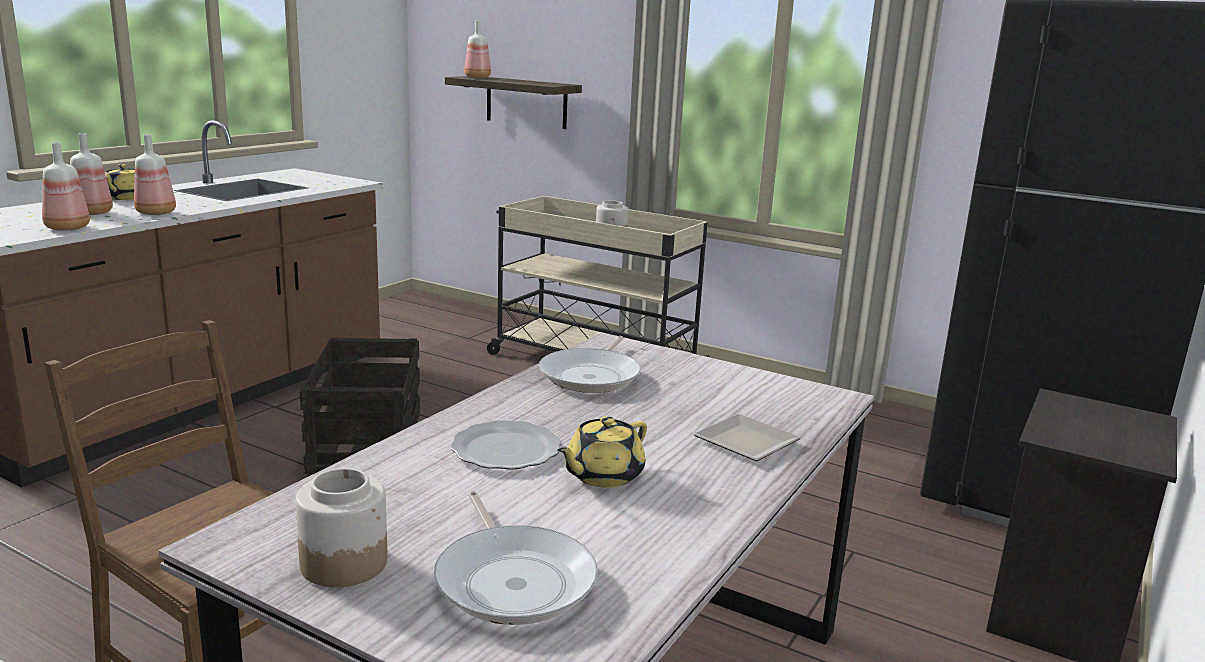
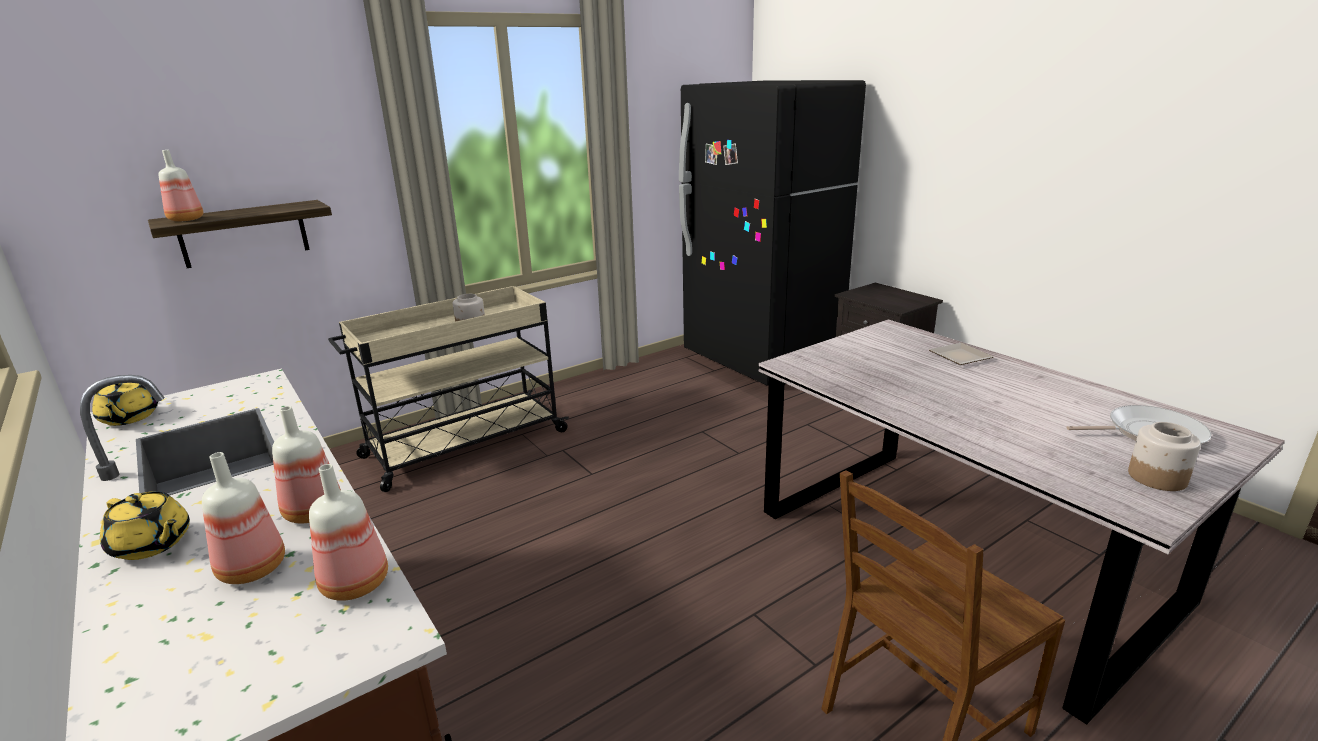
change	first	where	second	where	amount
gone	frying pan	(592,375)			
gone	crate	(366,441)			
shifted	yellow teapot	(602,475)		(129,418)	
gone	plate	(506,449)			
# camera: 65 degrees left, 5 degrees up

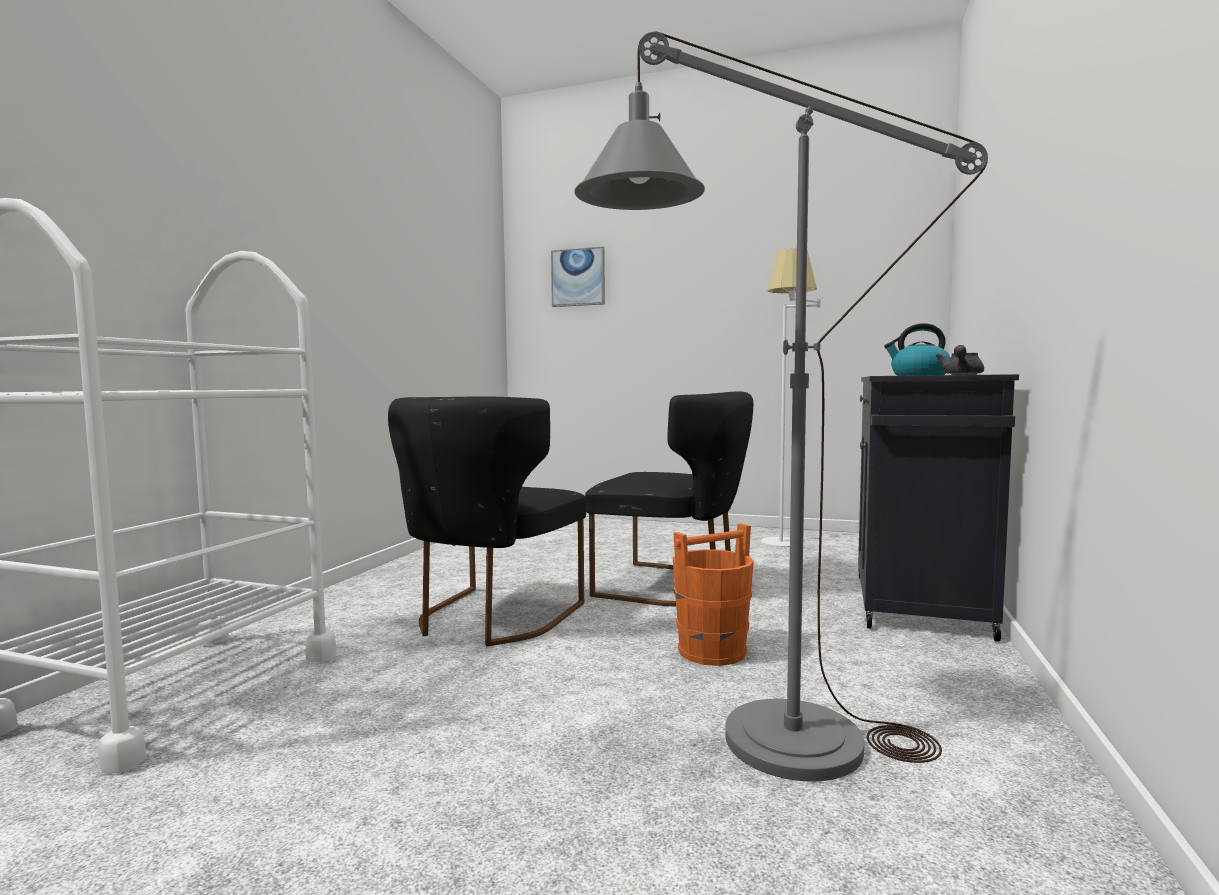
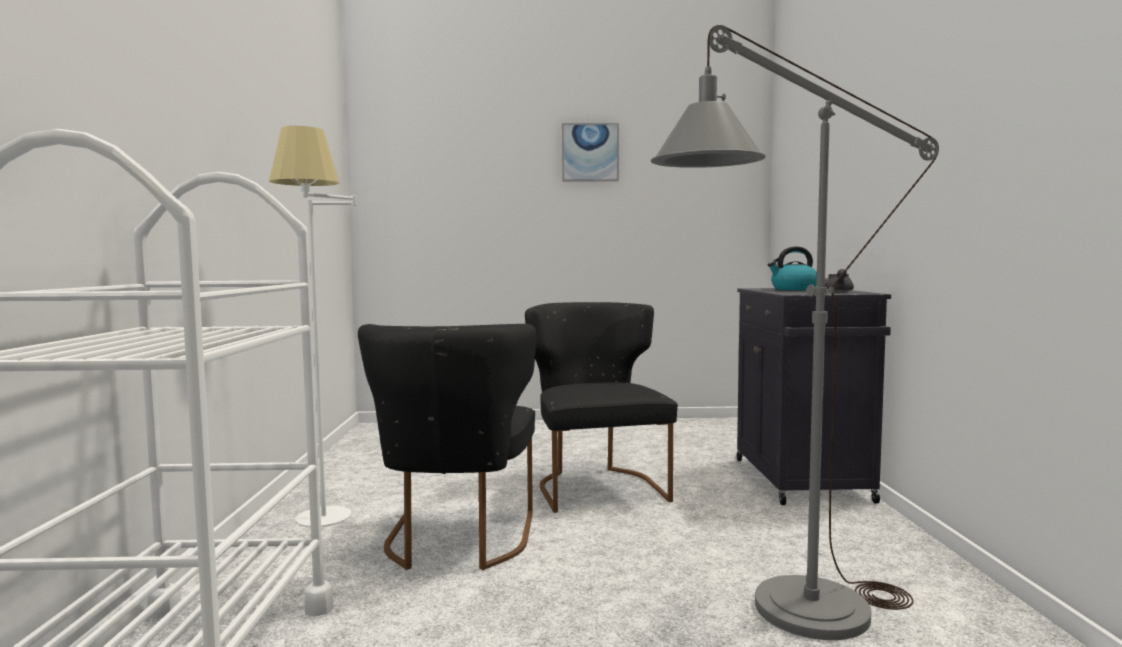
change	first	where	second	where	amount
shifted	picture	(578,277)		(590,152)	
shifted	white floor lamp	(786,546)		(324,526)	
rotated	black chair	(674,586)		(596,486)	105 degrees counterclockwise
gone	orange bucket	(712,651)			
# camera: 20 degrees left, 0 degrees up

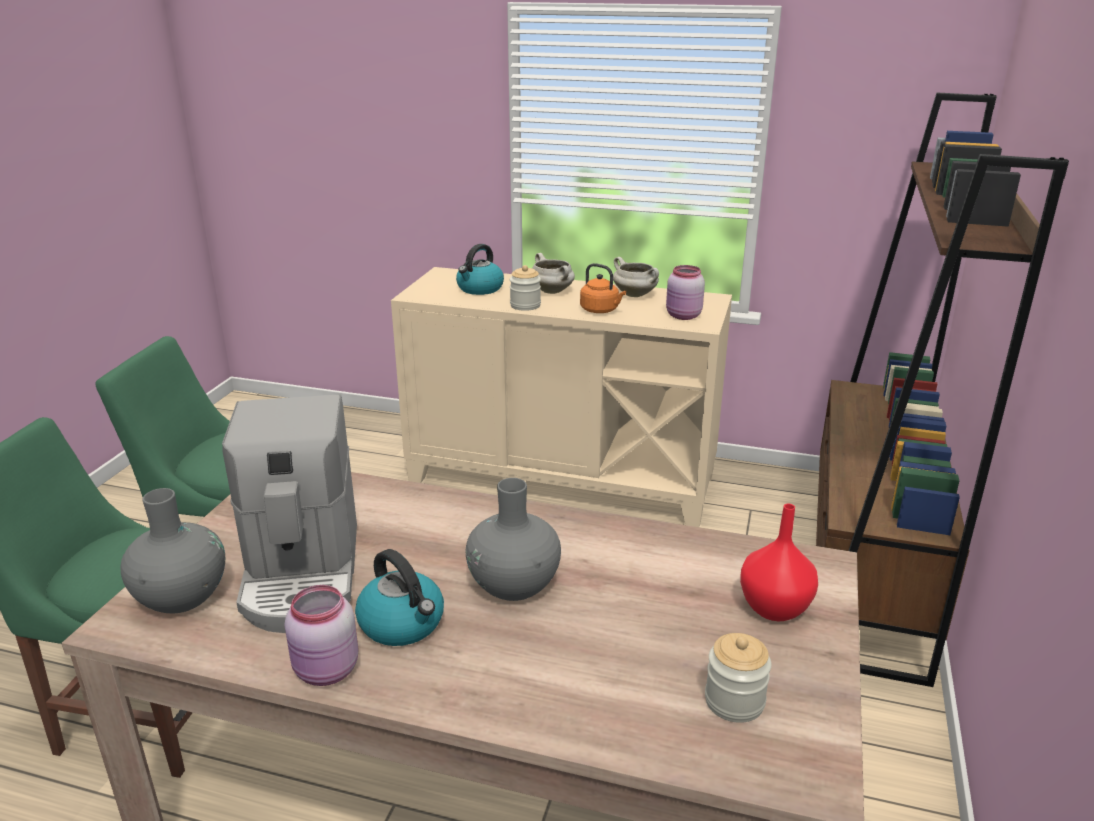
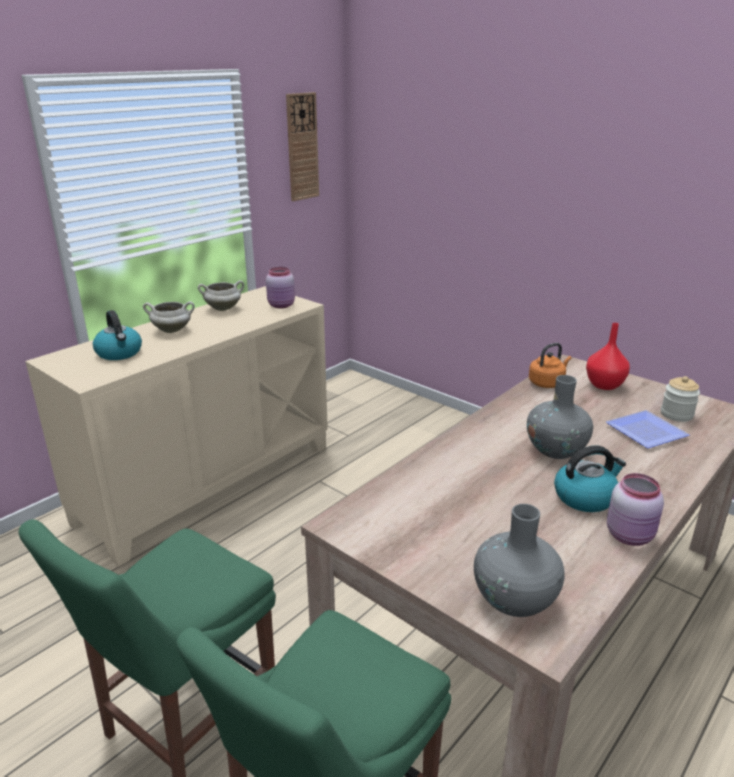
change	first	where	second	where	amount
gone	brown bookcase	(866,570)			
shifted	orange kettle	(601,310)		(547,383)	
gone	jar	(525,305)			
gone	coffee machine	(302,574)			
new			wall clock	(302,147)	
new			plate	(646,430)	
# camera: 65 degrees left, 0 degrees up

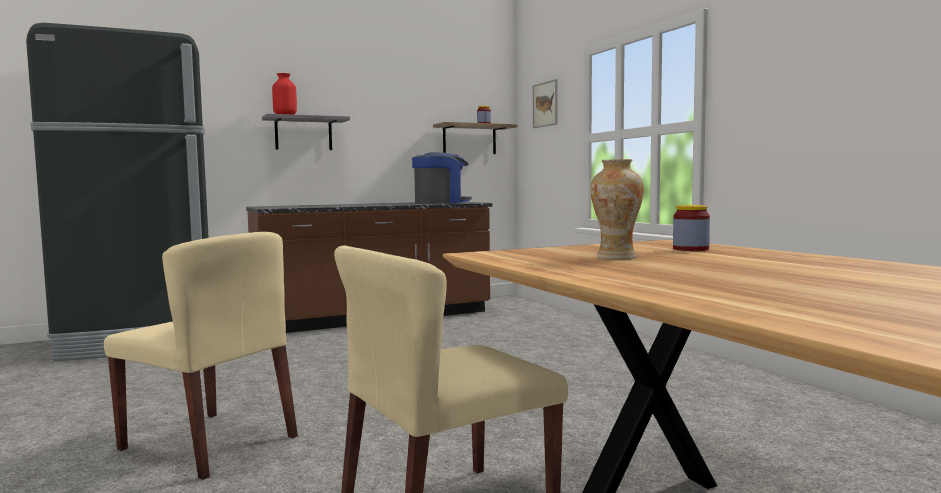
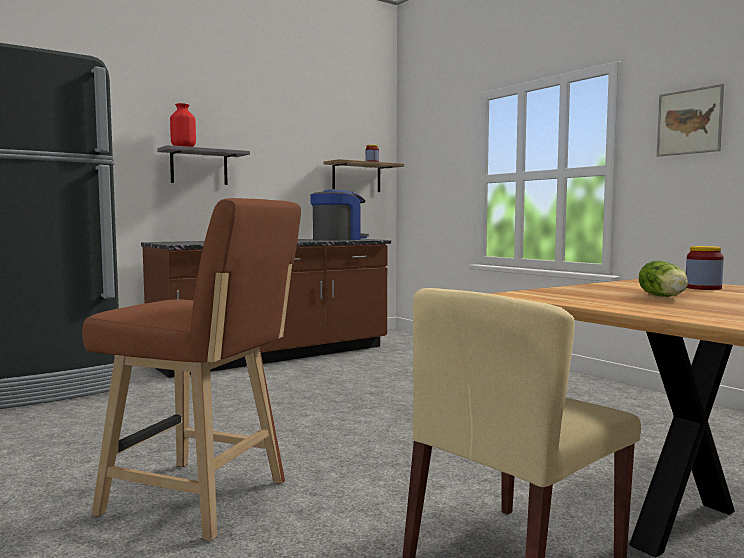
change	first	where	second	where	amount
shifted	picture	(545,104)		(689,122)	
swapped	vase	(616,257)	lettuce	(664,297)	
swapped	beige chair	(210,443)	brown stool	(203,500)	
# camera: 10 degrees left, 0 degrees up

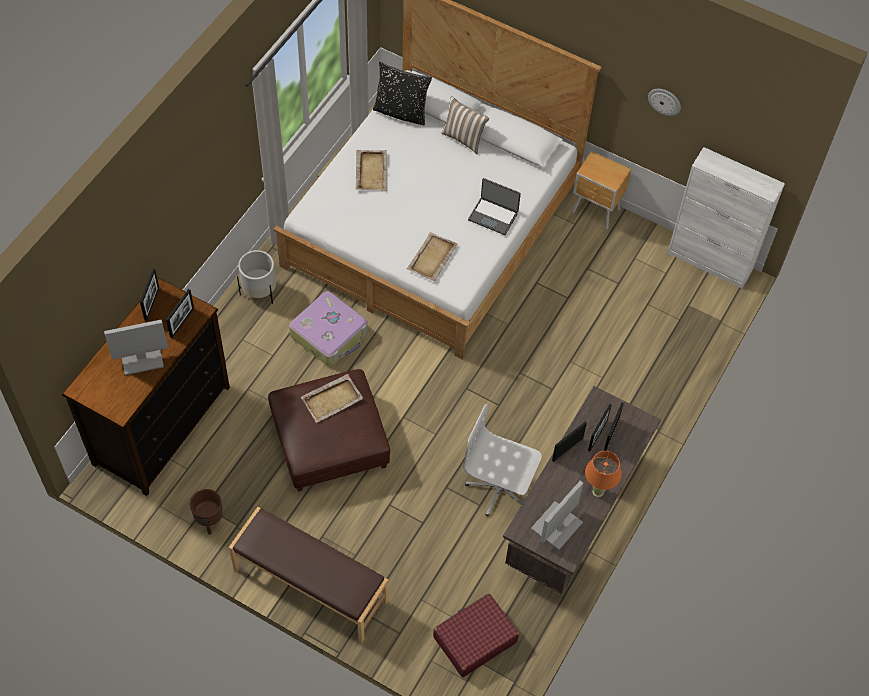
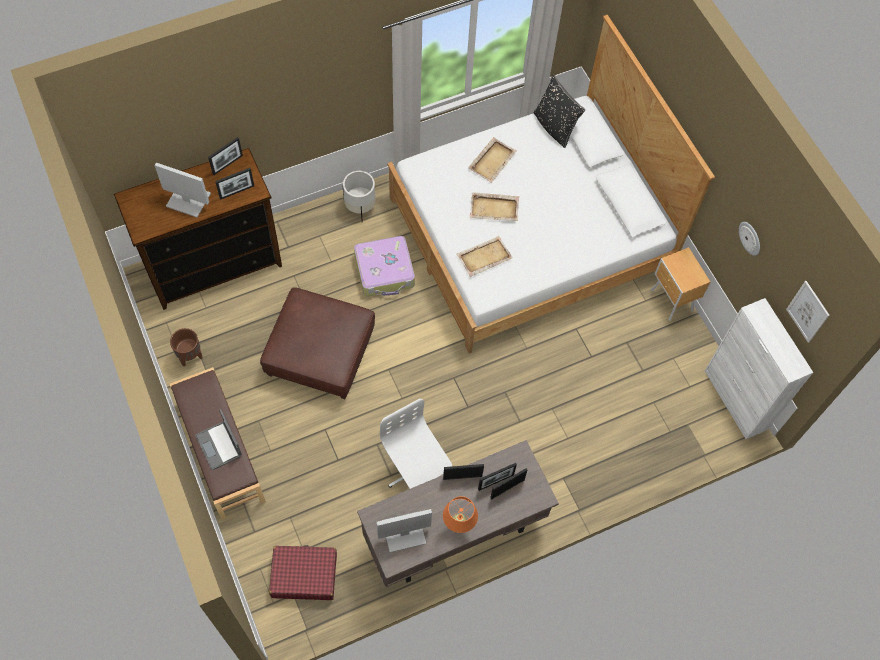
change	first	where	second	where	amount
gone	pillow	(464,138)			
shifted	laptop	(493,216)		(220,445)	
shifted	beige tray	(332,399)		(494,208)	
new			picture	(808,311)	
# camera: 35 degrees right, 5 degrees up

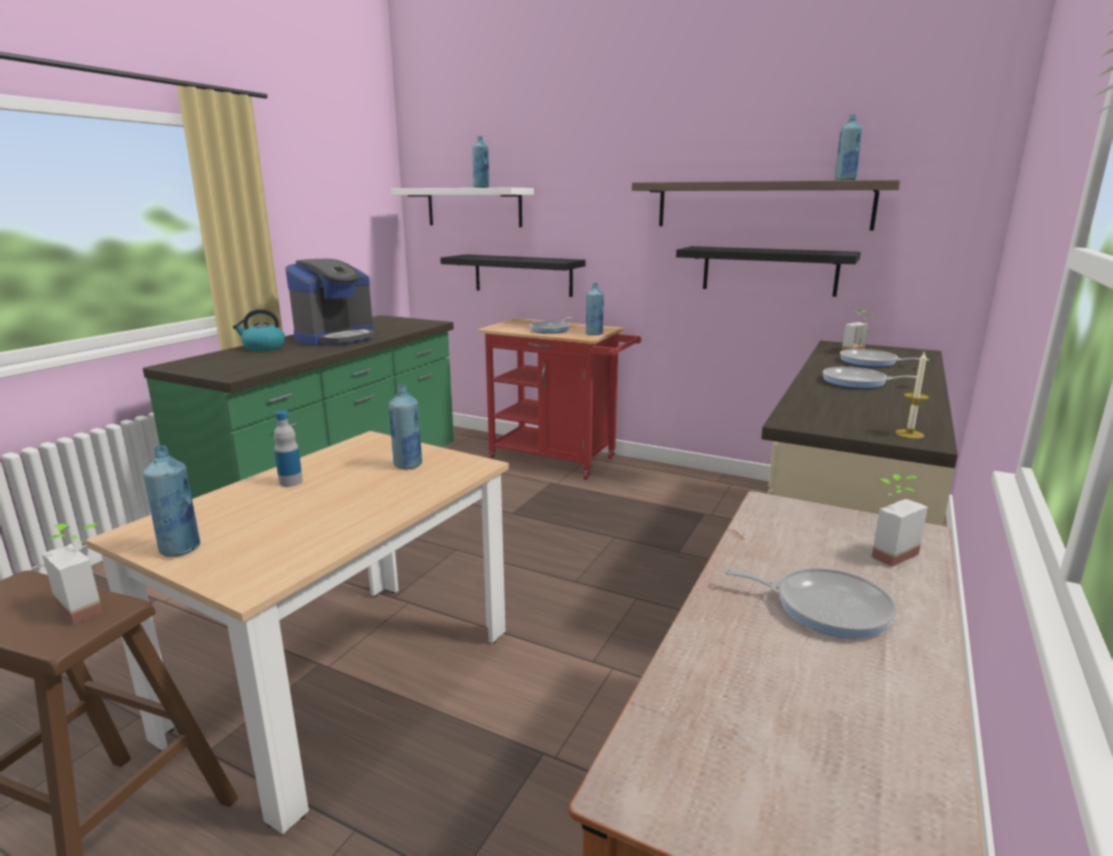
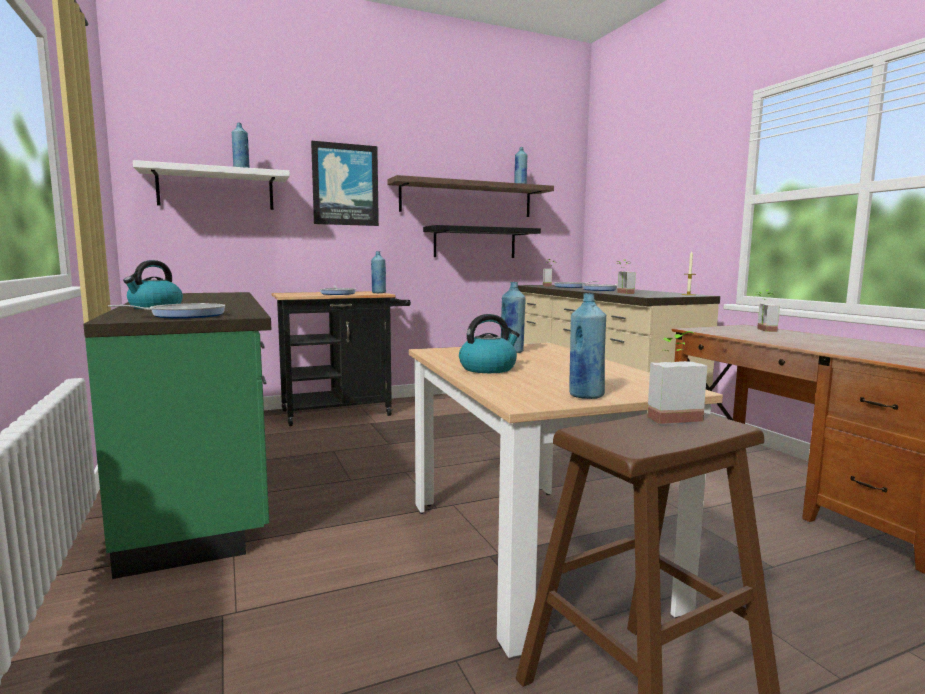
change	first	where	second	where	amount
gone	black shelf	(523,275)			
gone	coffee machine	(336,338)			
repainted	red cart	(559,460)	black cart	(343,412)	
swapped	bottle	(291,482)	kettle	(488,368)	
shifted	frying pan	(825,607)		(183,315)	
new			picture	(345,185)	
new			potted plant	(622,293)	
# camera: 50 degrees left, 10 degrees down

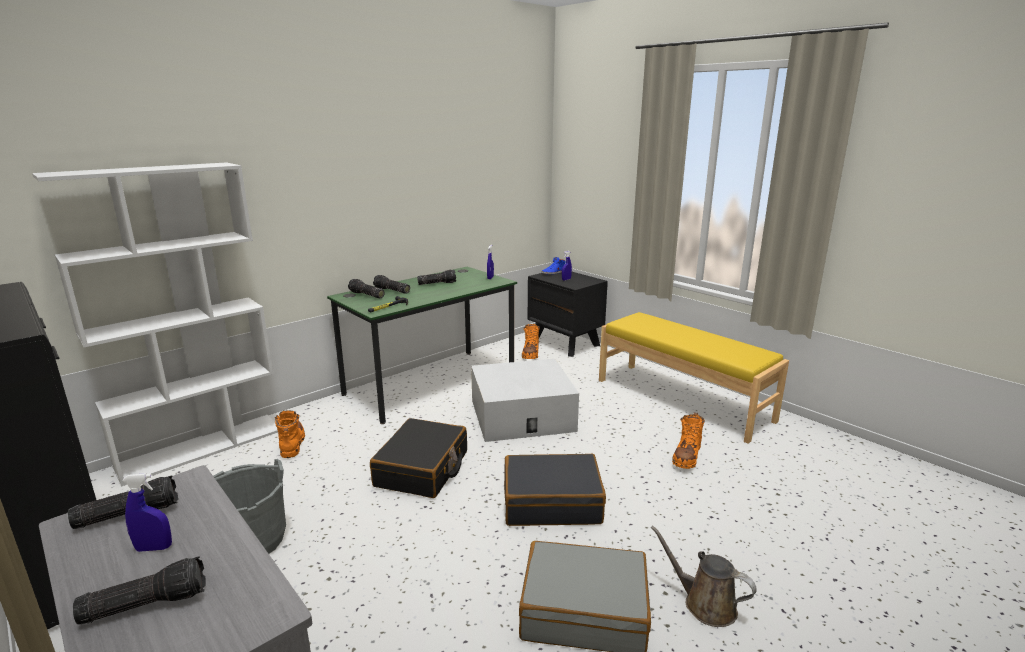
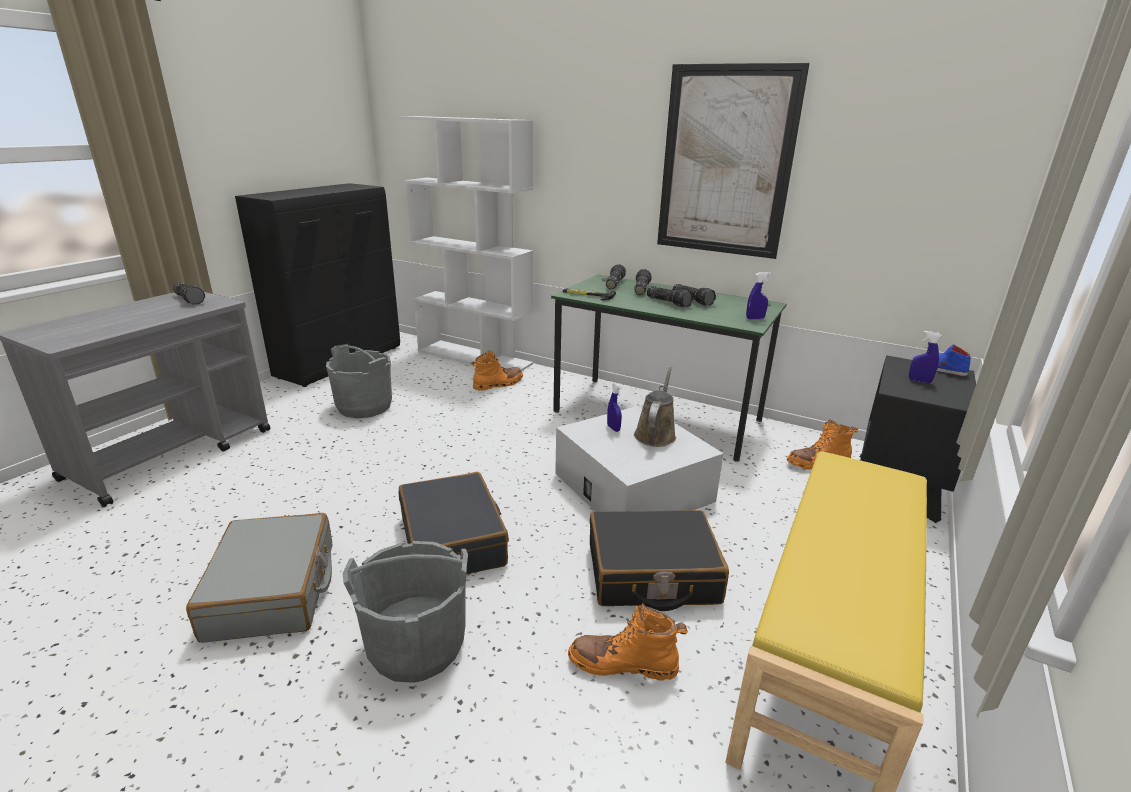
change	first	where	second	where	amount
shifted	black suitcase	(422,469)		(652,574)	
shifted	blue spray bottle	(154,548)		(613,428)	
shifted	brown watering can	(705,604)		(655,434)	
shifted	flashlight	(147,603)		(669,302)	
new			picture	(725,163)	
new			grey bucket	(416,645)	
# camera: 70 degrees right, 5 degrees up

